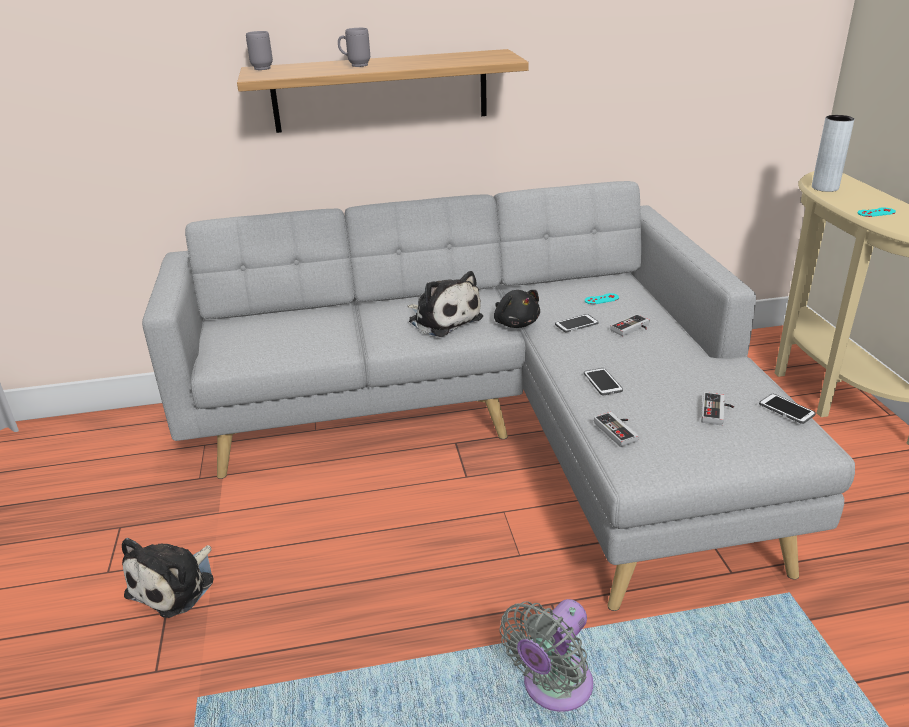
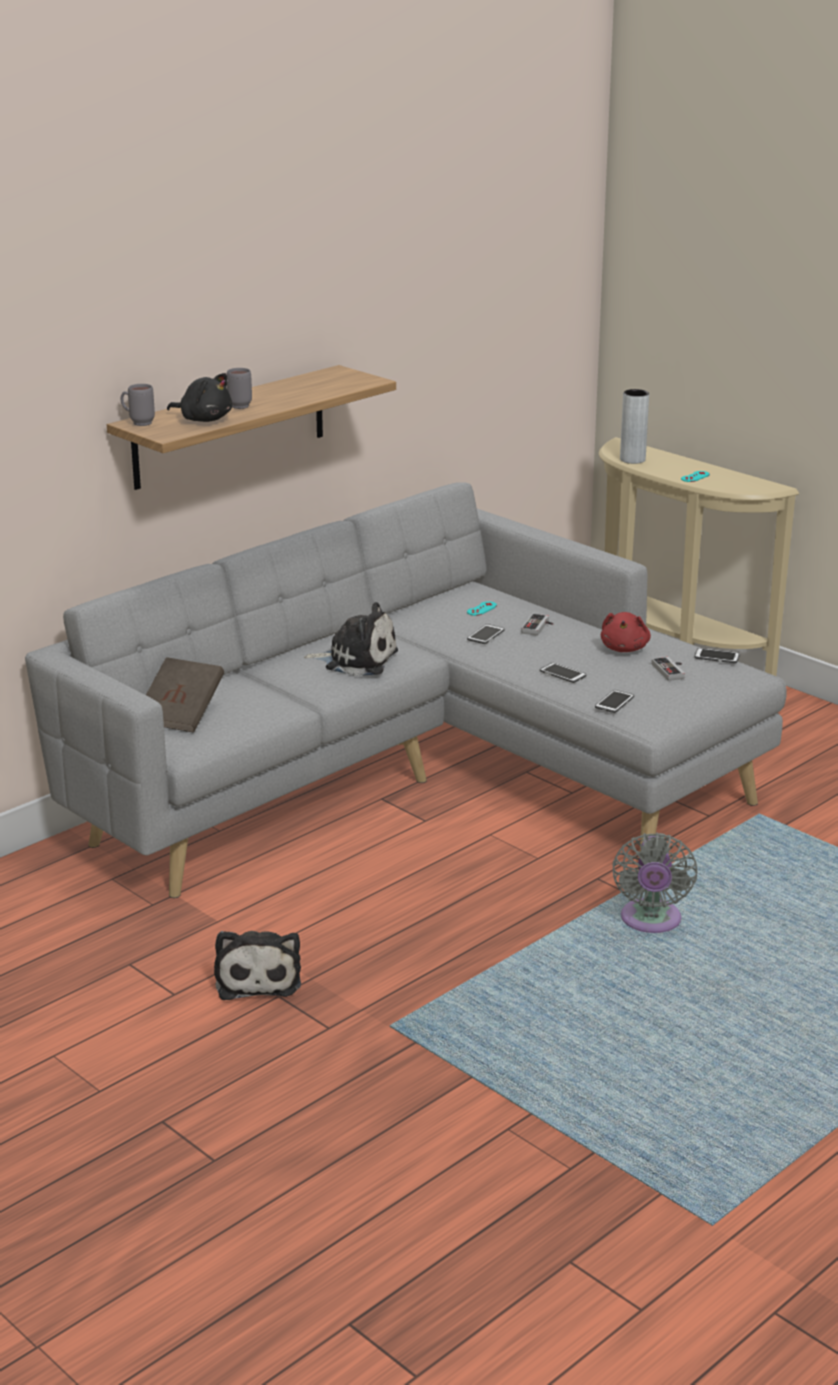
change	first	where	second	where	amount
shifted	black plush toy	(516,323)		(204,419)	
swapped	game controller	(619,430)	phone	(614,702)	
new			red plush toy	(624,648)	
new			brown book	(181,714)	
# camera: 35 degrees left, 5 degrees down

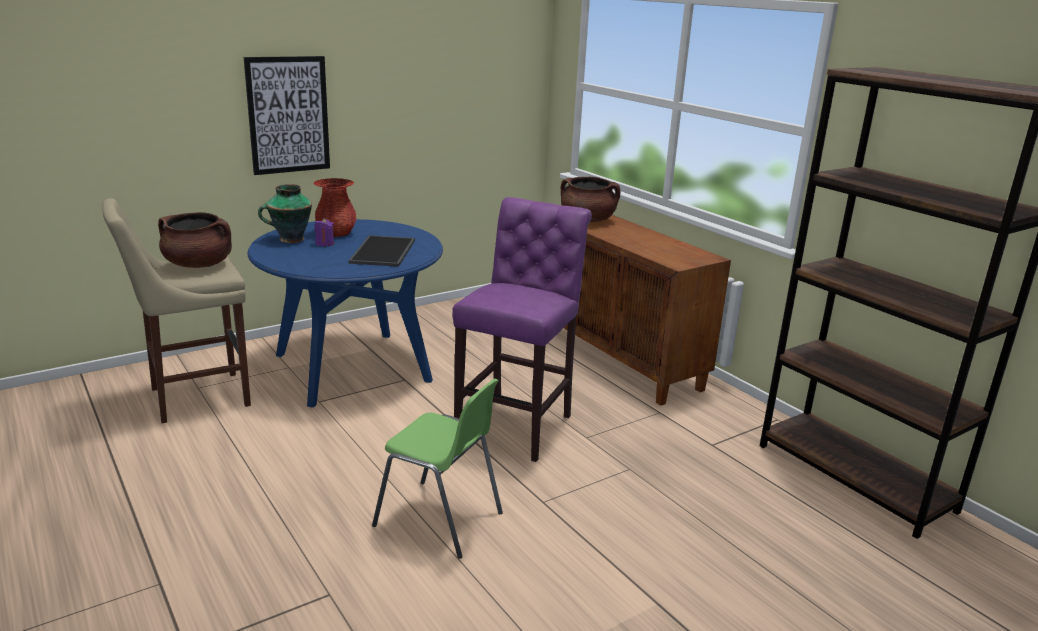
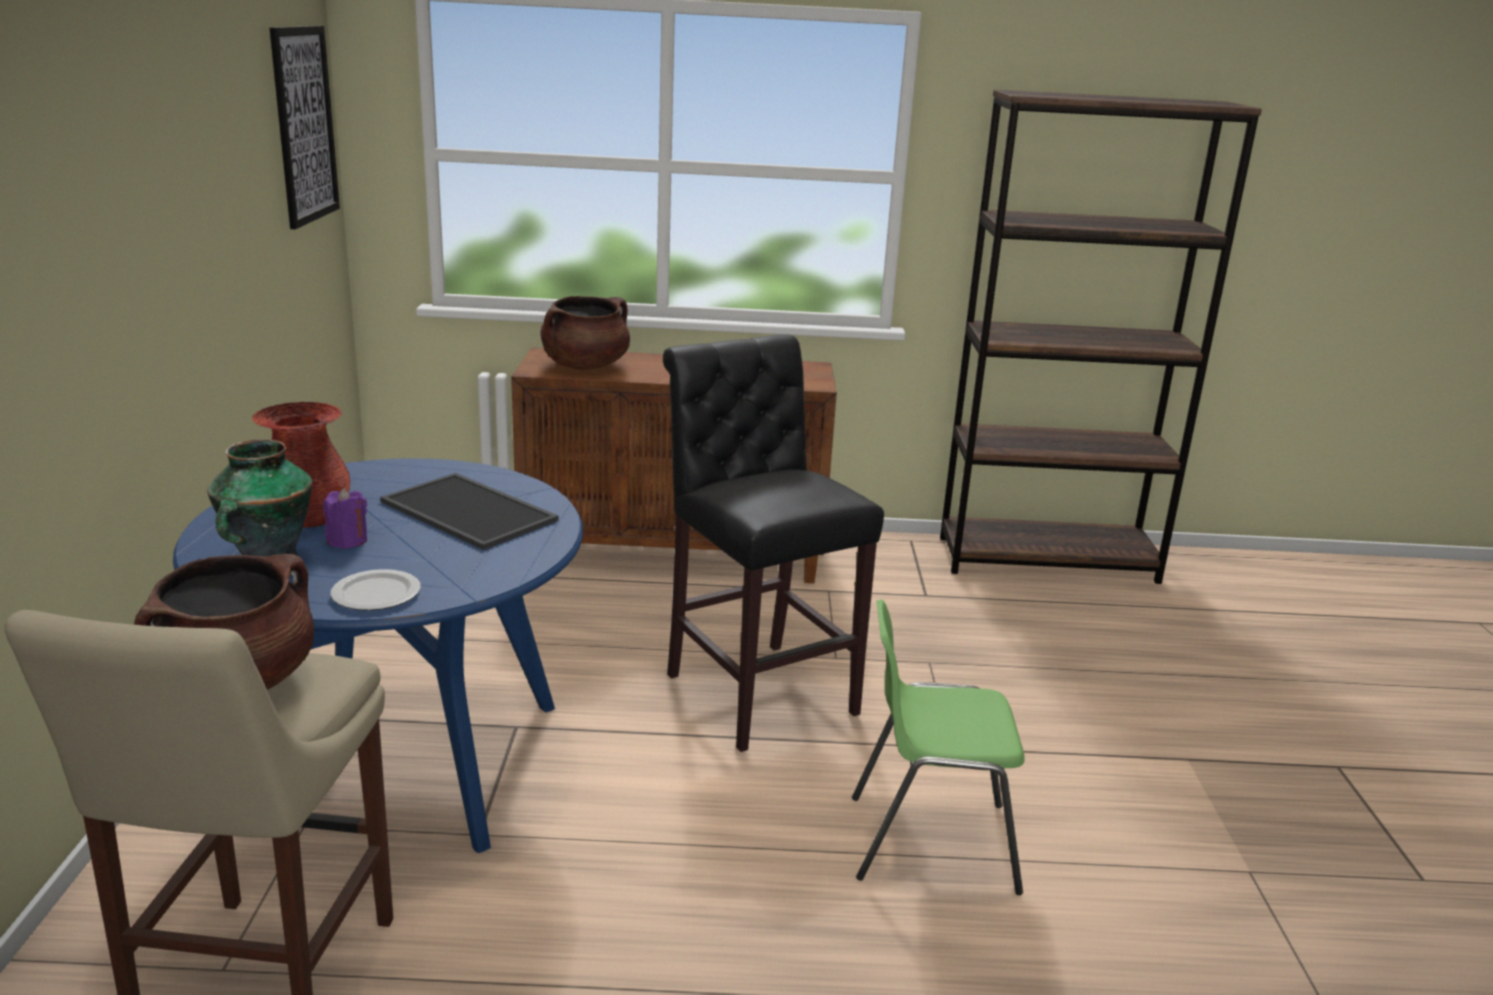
change	first	where	second	where	amount
shifted	picture	(288,115)		(304,125)	
repainted	purple stool	(517,425)	black stool	(755,689)	
rotated	green chair	(440,519)		(930,841)	150 degrees counterclockwise
new			plate	(375,594)	
# camera: 55 degrees left, 0 degrees up

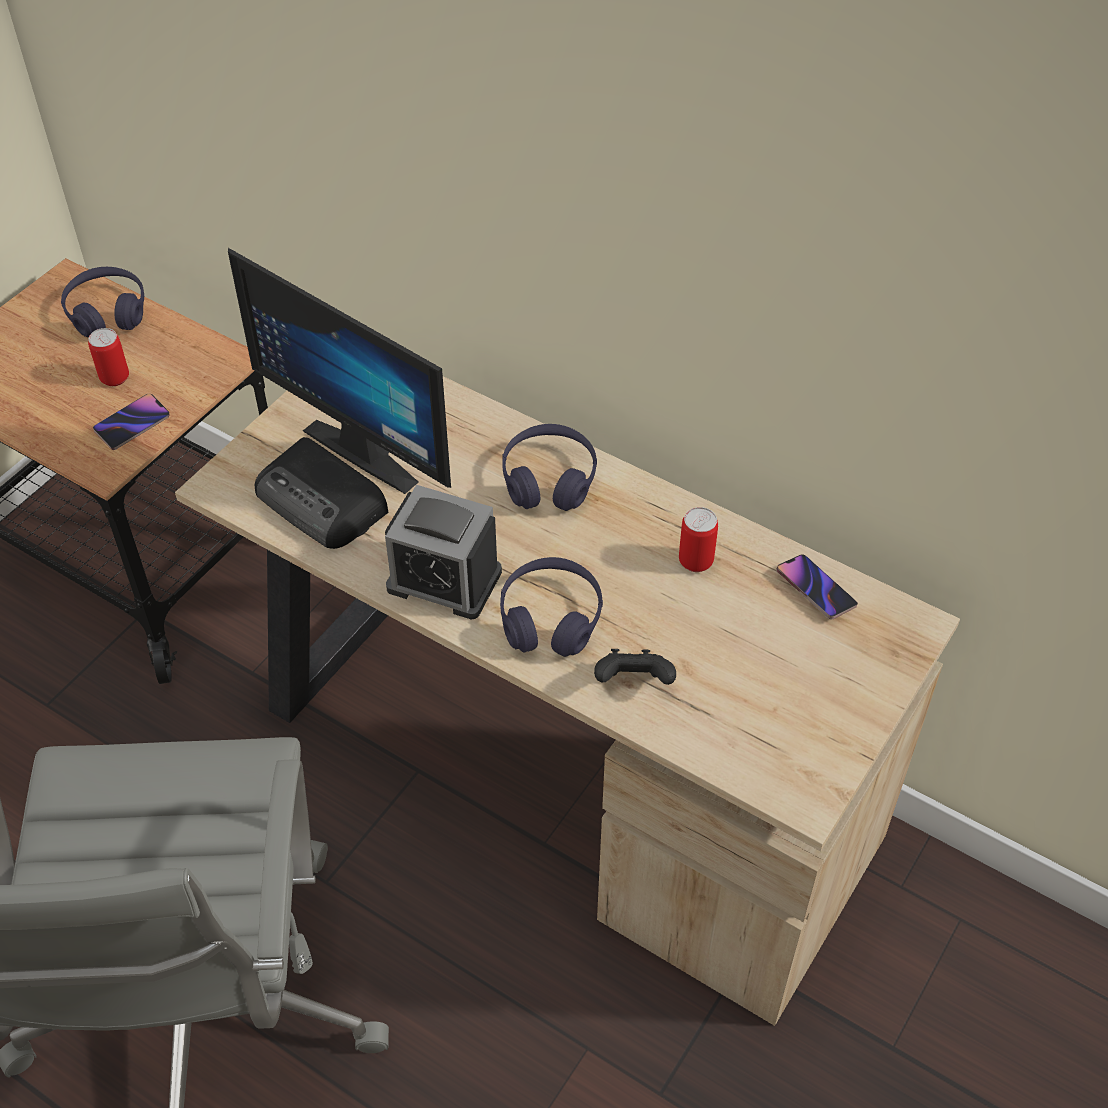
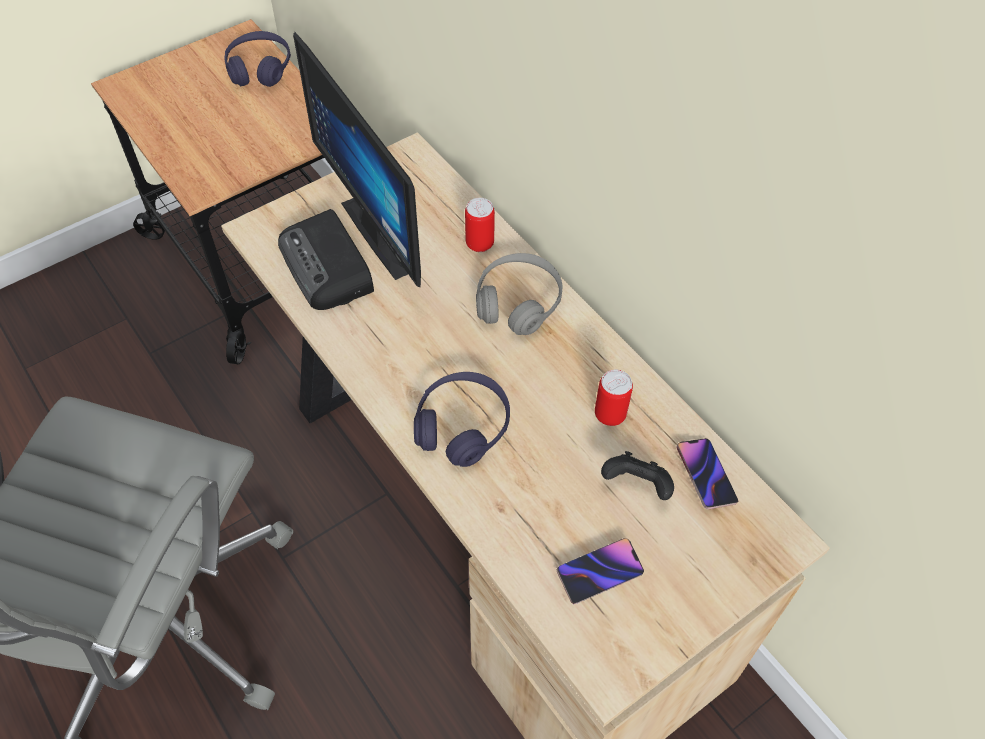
change	first	where	second	where	amount
shifted	can	(115,378)		(479,243)	
shifted	phone	(132,424)		(599,572)	
repainted	purple headphones	(549,479)	grey headphones	(518,302)	
gone	alarm clock	(444,580)			
shifted	black game controller	(633,682)		(636,485)	
# camera: 20 degrees right, 5 degrees up

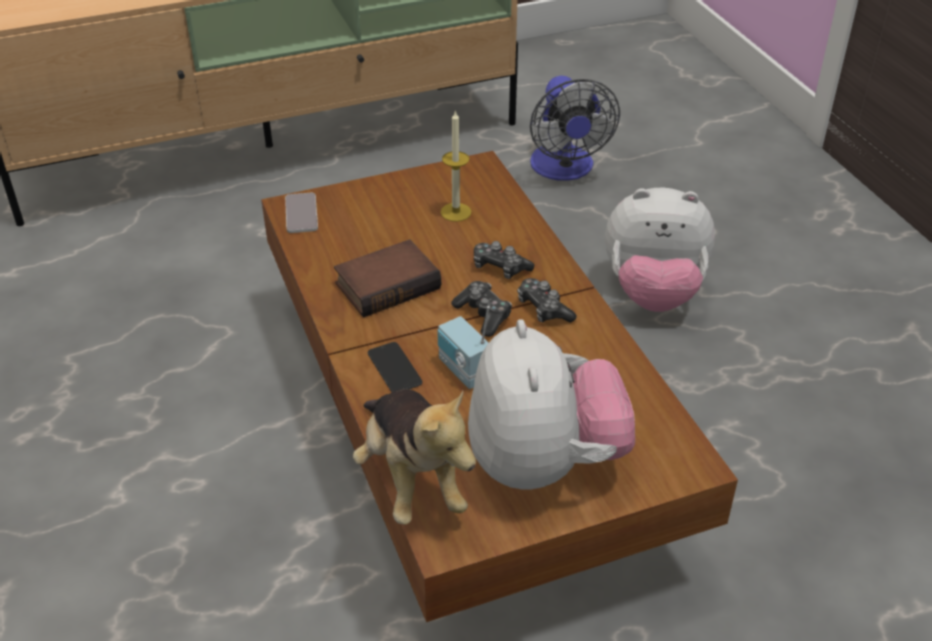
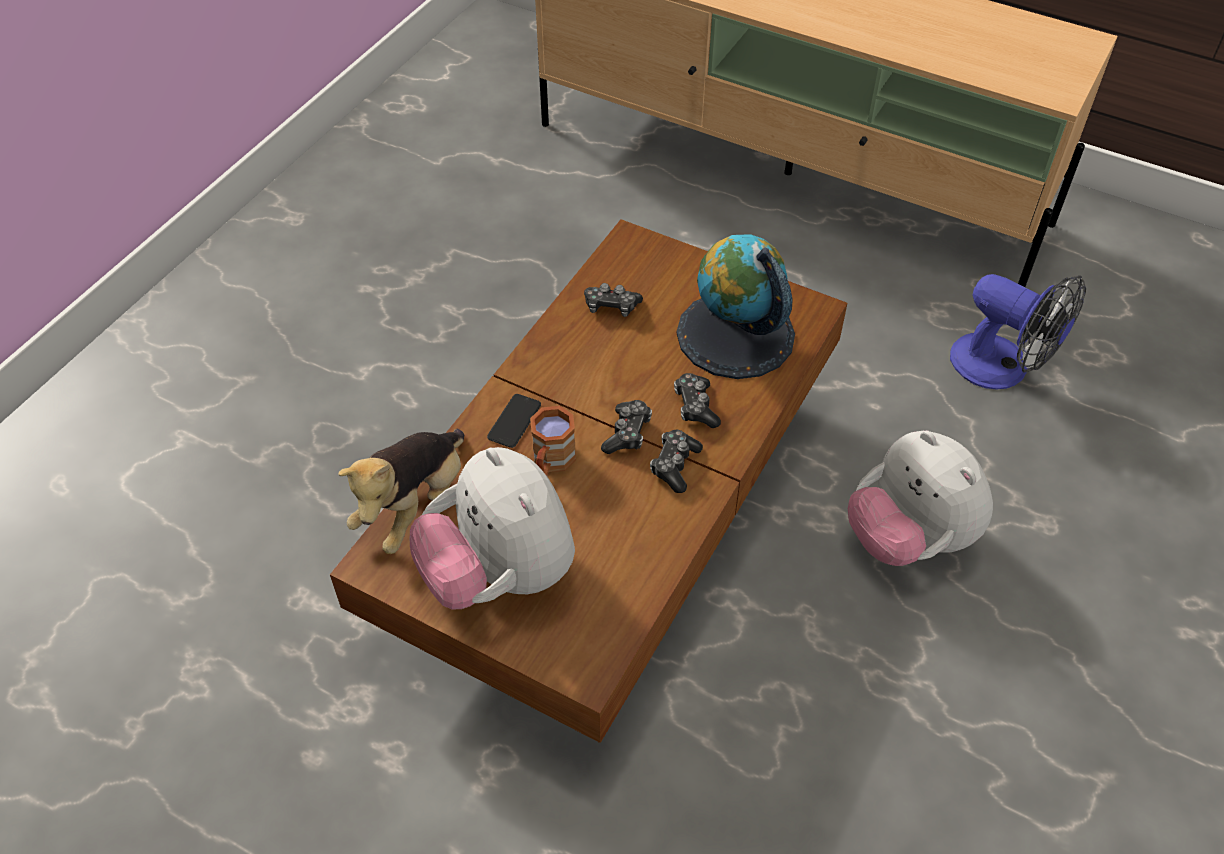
change	first	where	second	where	amount
rotated	fan	(564,169)		(1002,368)	90 degrees counterclockwise
swapped	candle	(456,212)	globe	(735,335)	
gone	phone	(301,214)			
gone	book	(387,284)			
swapped	radio	(463,371)	brown mug	(551,462)	
rotated	plush toy	(544,463)		(499,574)	105 degrees clockwise
new			game controller	(611,306)	
# camera: 50 degrees right, 10 degrees up

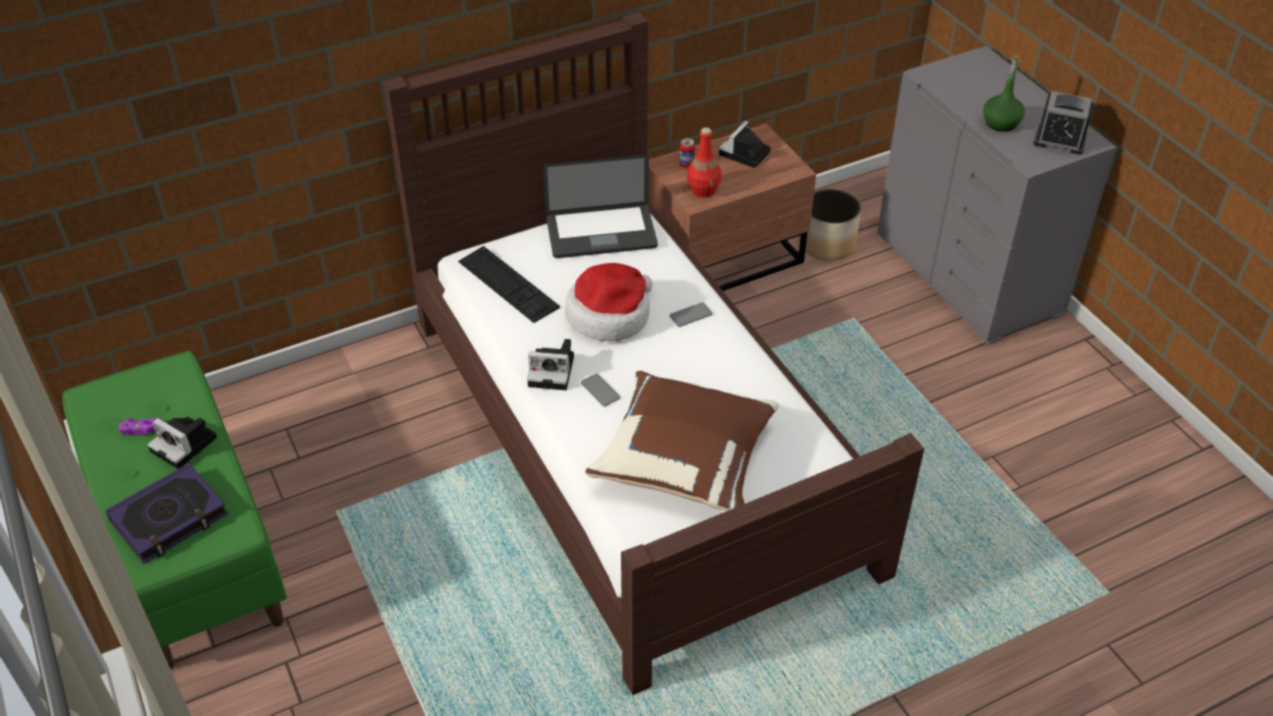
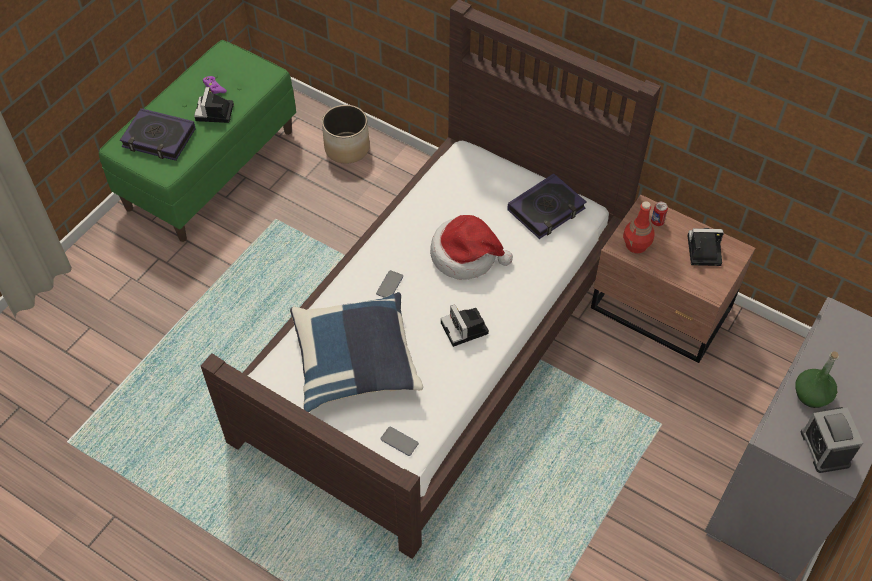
change	first	where	second	where	amount
swapped	laptop	(601,233)	book	(546,210)	
shifted	planter	(827,244)		(347,148)	
gone	keyboard	(508,284)			
shifted	phone	(690,315)		(399,441)	
shifted	photo camera	(553,371)		(465,329)	
repainted	brown pillow	(686,461)	blue pillow	(356,363)	
# camera: 60 degrees right, 10 degrees up

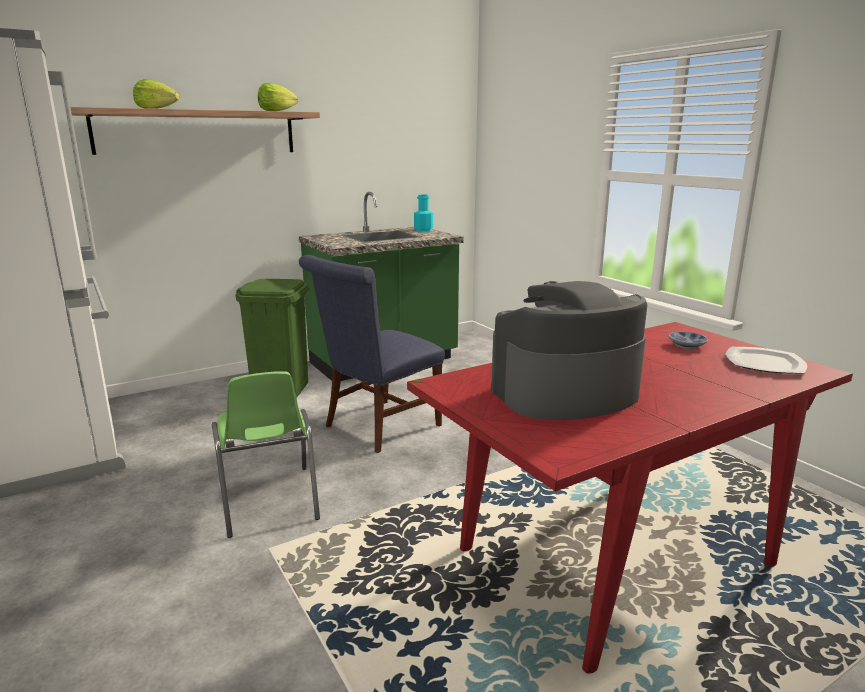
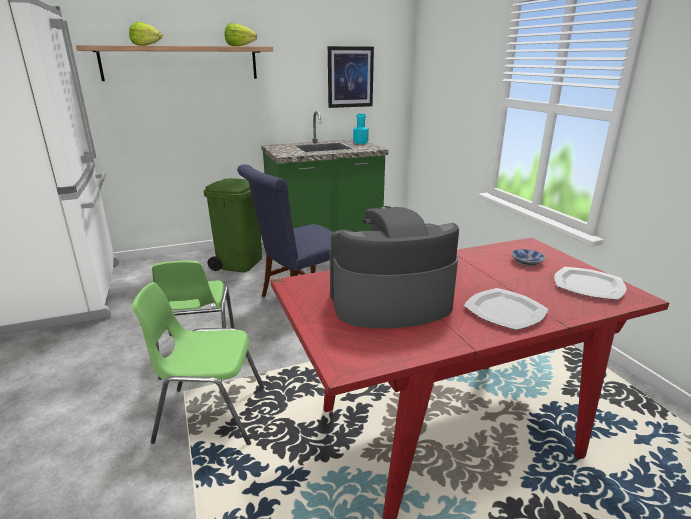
change	first	where	second	where	amount
new			picture	(350,77)	
new			green chair	(209,414)	
new			plate	(506,311)	
# camera: 10 degrees right, 5 degrees up

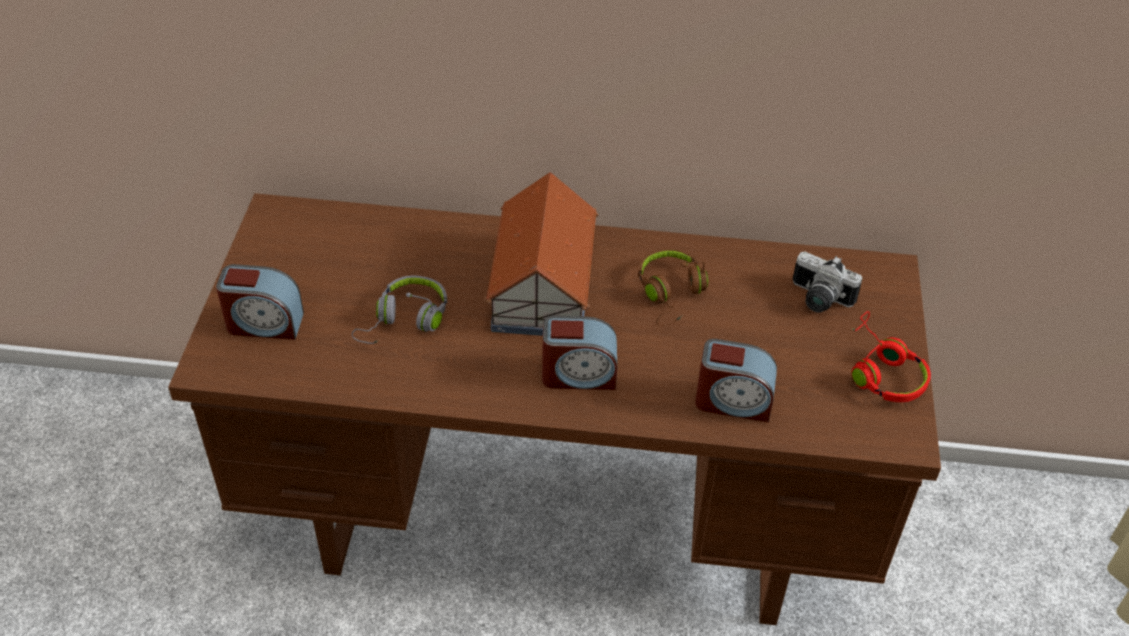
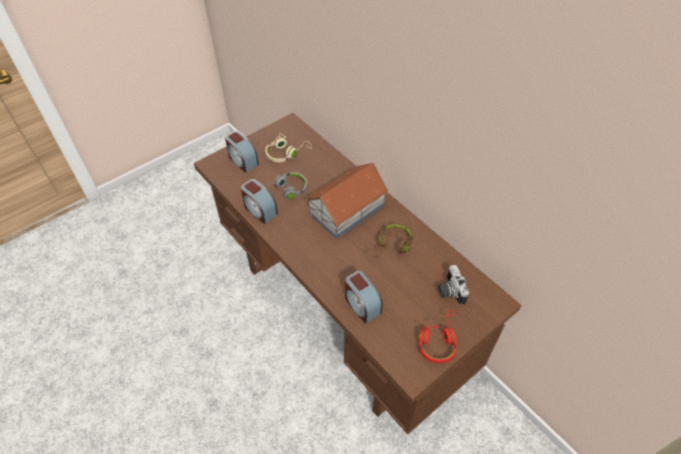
change	first	where	second	where	amount
shifted	alarm clock	(579,374)		(260,210)	
new			beige headphones	(286,153)	
# camera: 45 degrees right, 5 degrees up

